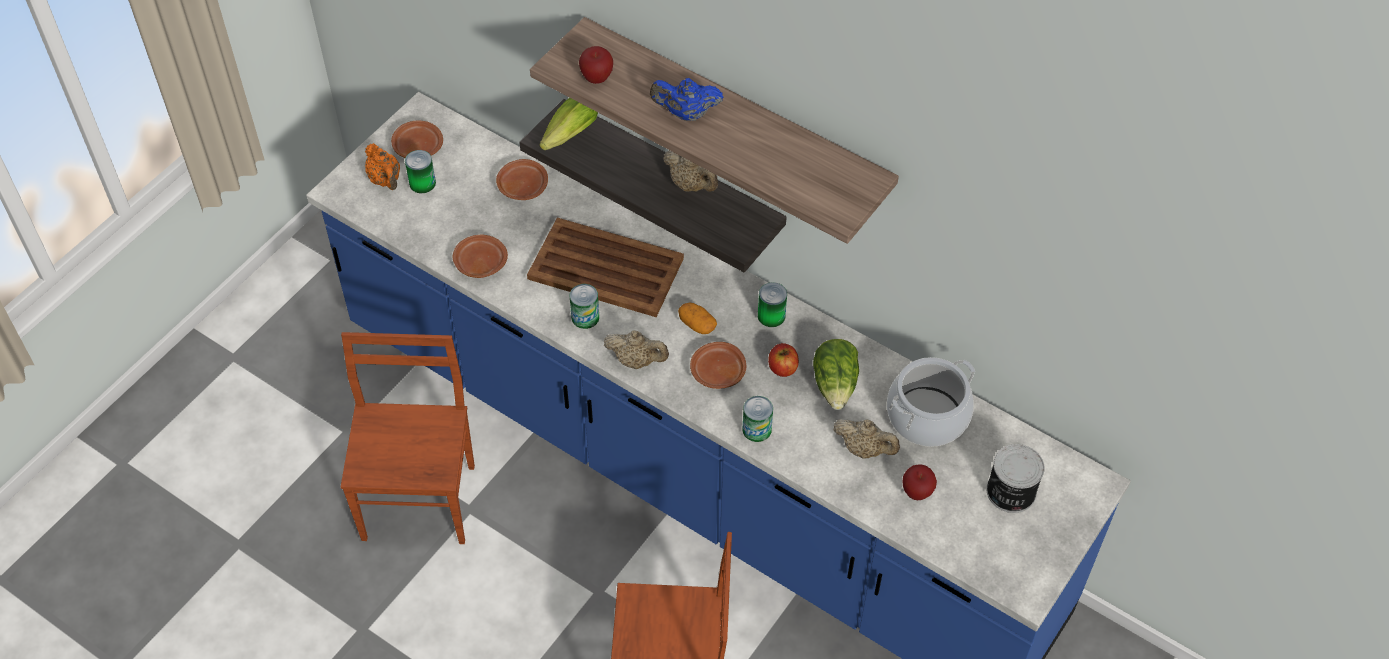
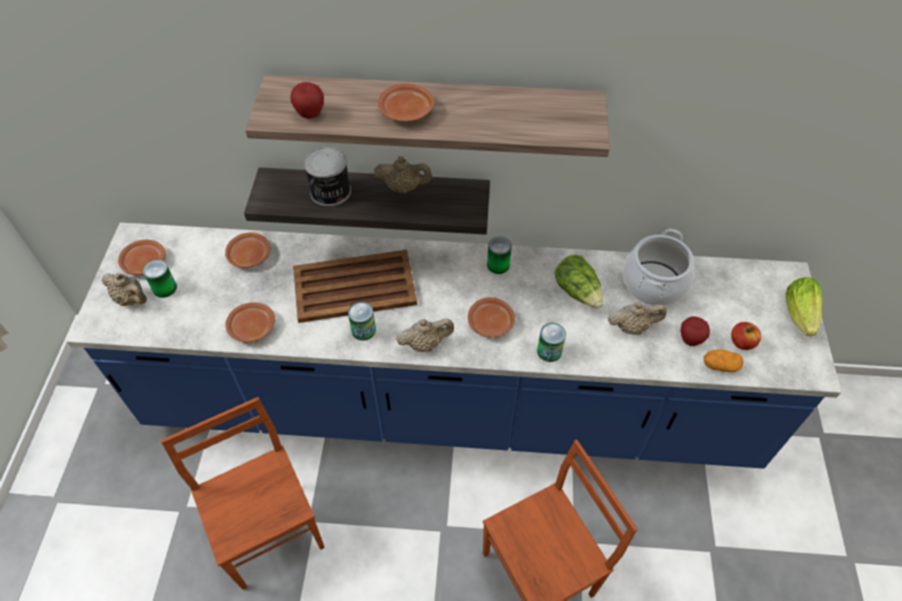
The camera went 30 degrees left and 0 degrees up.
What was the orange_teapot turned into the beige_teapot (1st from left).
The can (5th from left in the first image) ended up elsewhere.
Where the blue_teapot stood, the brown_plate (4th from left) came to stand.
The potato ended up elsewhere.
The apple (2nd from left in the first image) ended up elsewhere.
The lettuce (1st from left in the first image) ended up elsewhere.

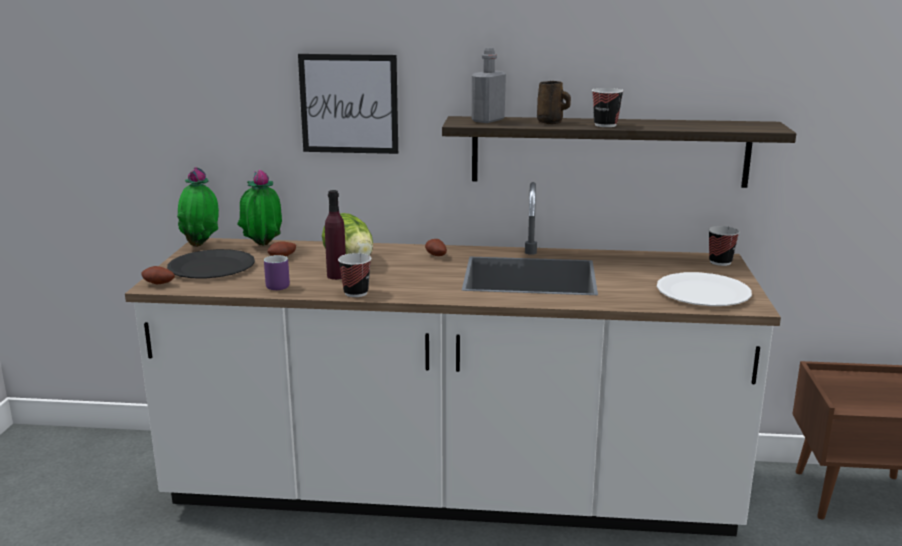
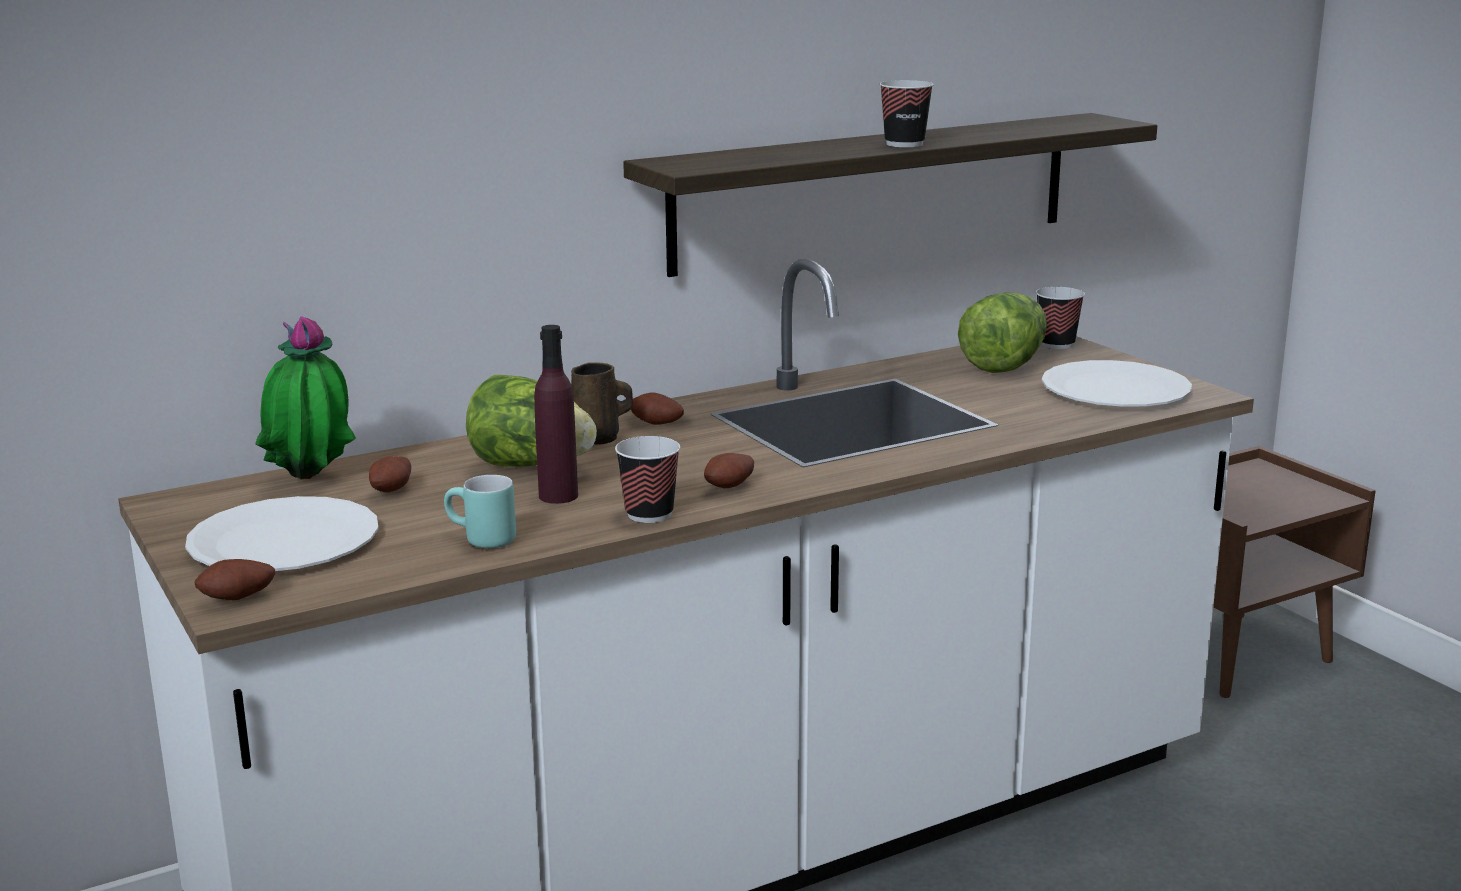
The camera went 35 degrees left and 0 degrees up.
What was the black_plate turned into the white_plate (1st from left).
What was the purple_mug turned into the turquoise_mug.
The brown_mug ended up elsewhere.
The second view gained the potato (4th from left).
The second view gained the lettuce (2nd from left).
The second view lost the potted_plant (1st from left).
The second view lost the picture.
The second view lost the grey_bottle.

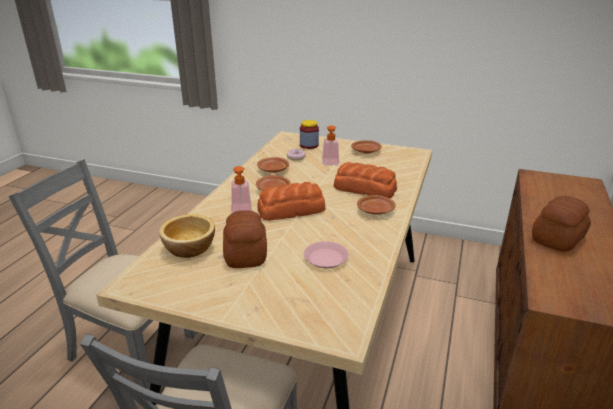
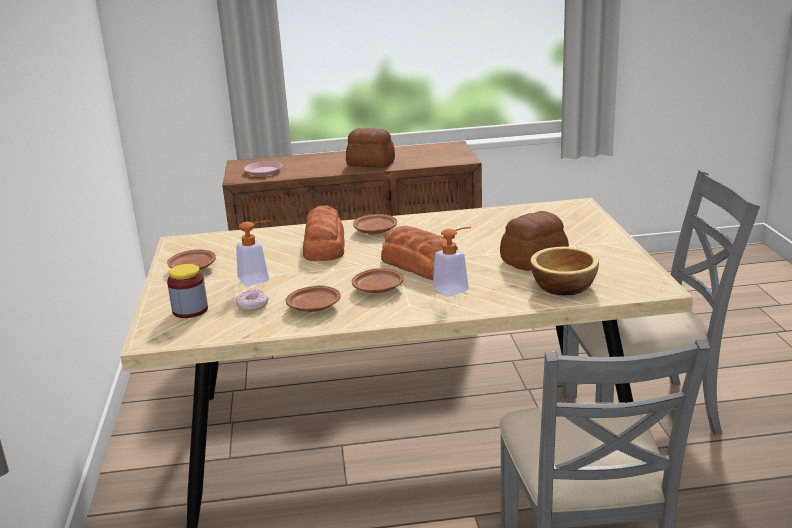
The camera went 115 degrees left and 5 degrees down.
The pink_plate ended up elsewhere.

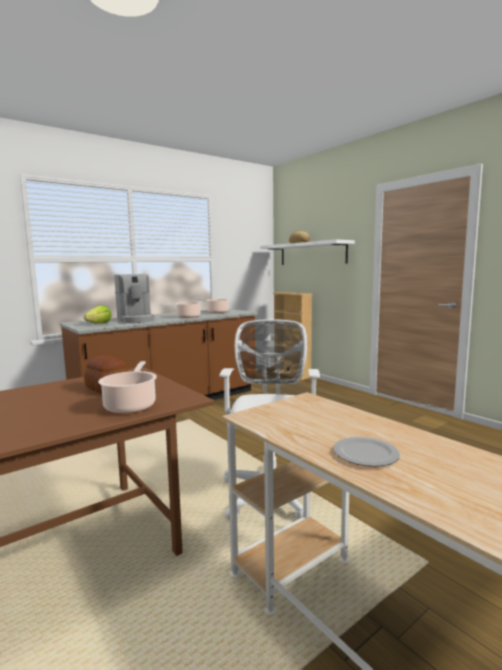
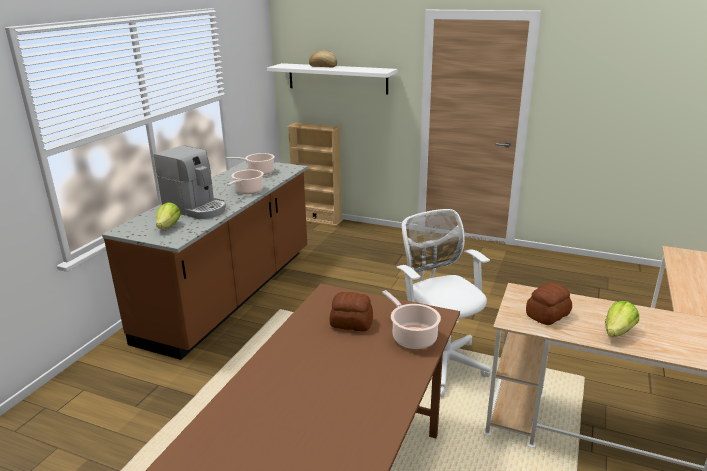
The camera went 30 degrees left and 15 degrees up.
The second view gained the bread (3rd from left).
Where the plate stood, the lettuce (2nd from left) came to stand.

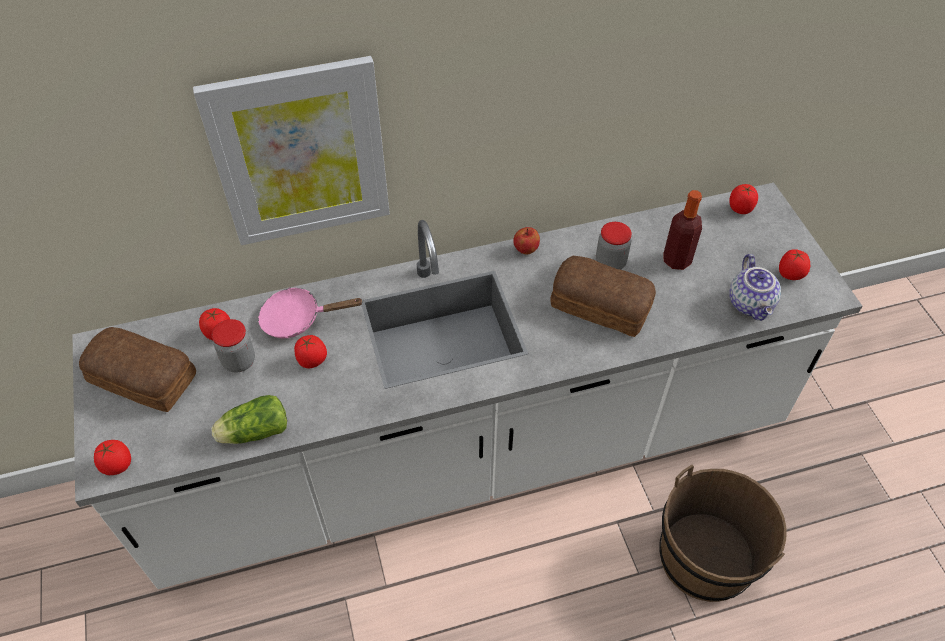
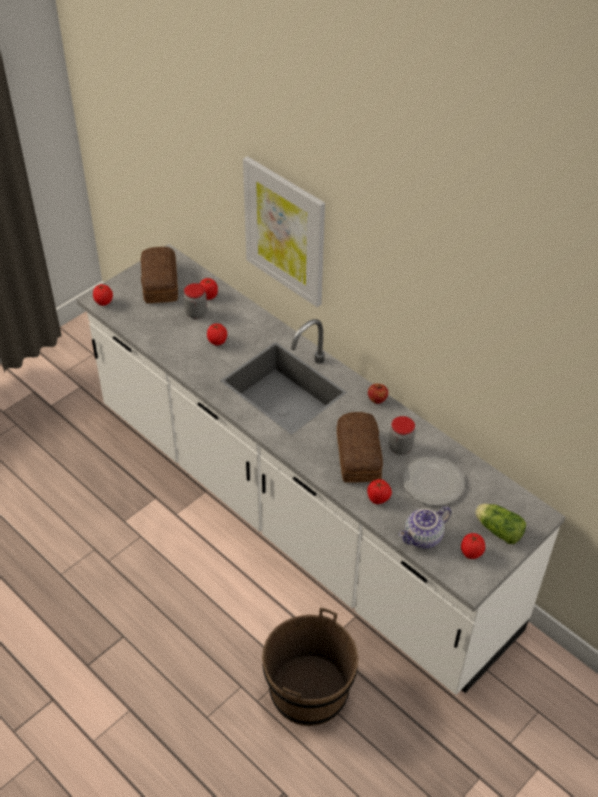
The camera went 60 degrees right and 5 degrees down.
The tomato (4th from left) ended up elsewhere.
Where the bottle stood, the plate came to stand.
The lettuce ended up elsewhere.
The second view lost the pink_frying_pan.

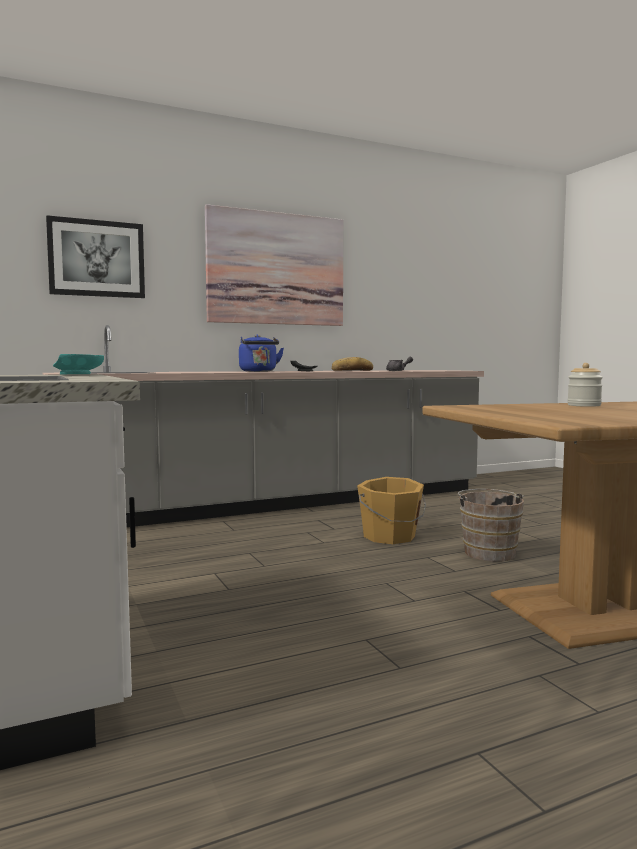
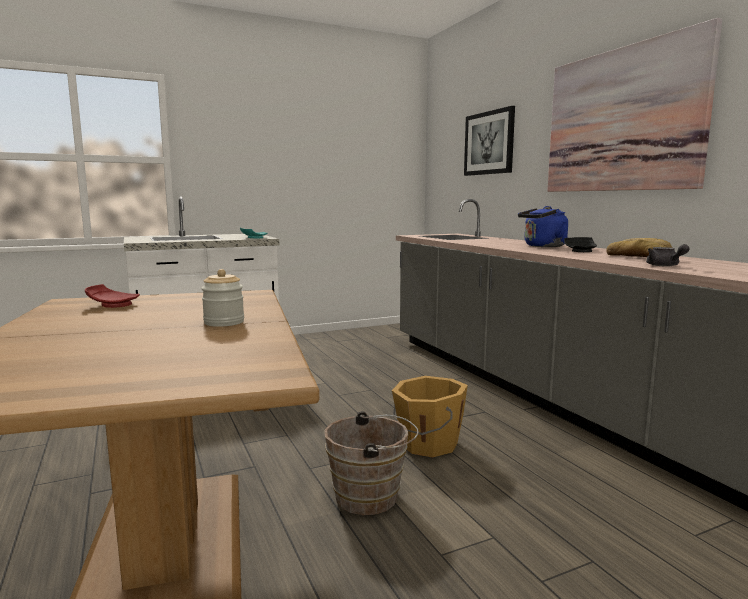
The camera went 90 degrees right and 5 degrees up.
The second view gained the red_plate.

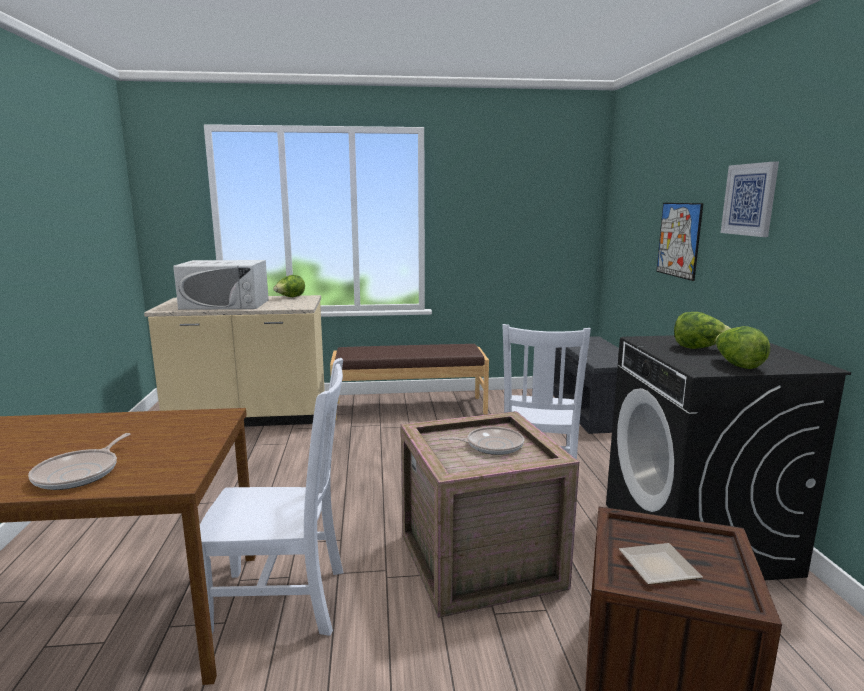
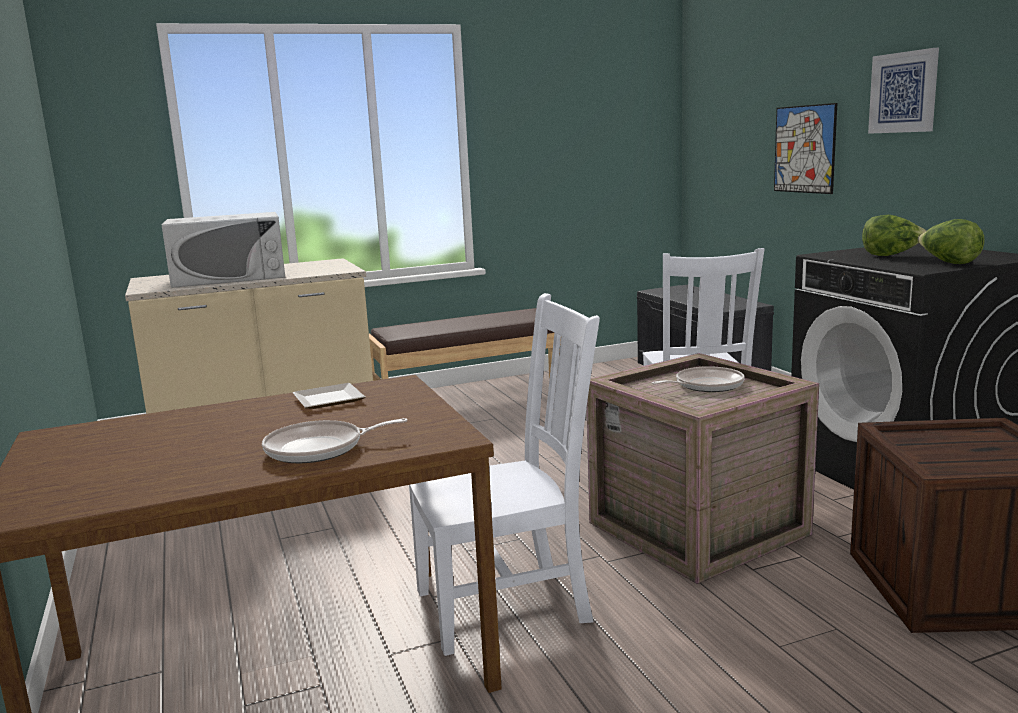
The camera went 15 degrees left and 0 degrees up.
The frying_pan (1st from left) ended up facing another way, 75 degrees clockwise from before.
The plate ended up elsewhere.
The second view lost the lettuce (1st from left).

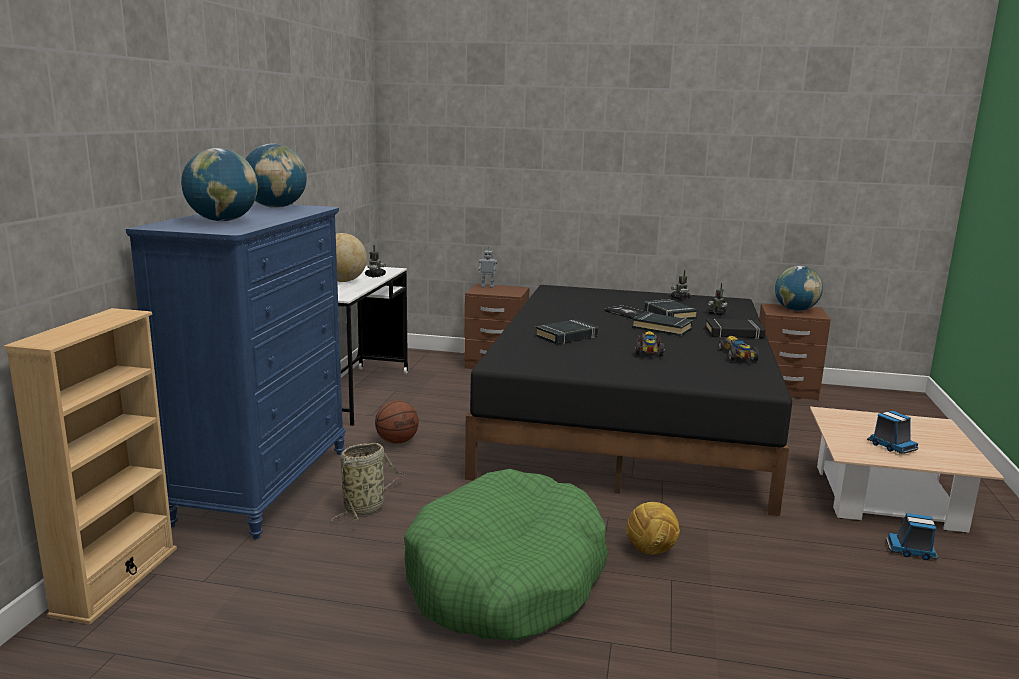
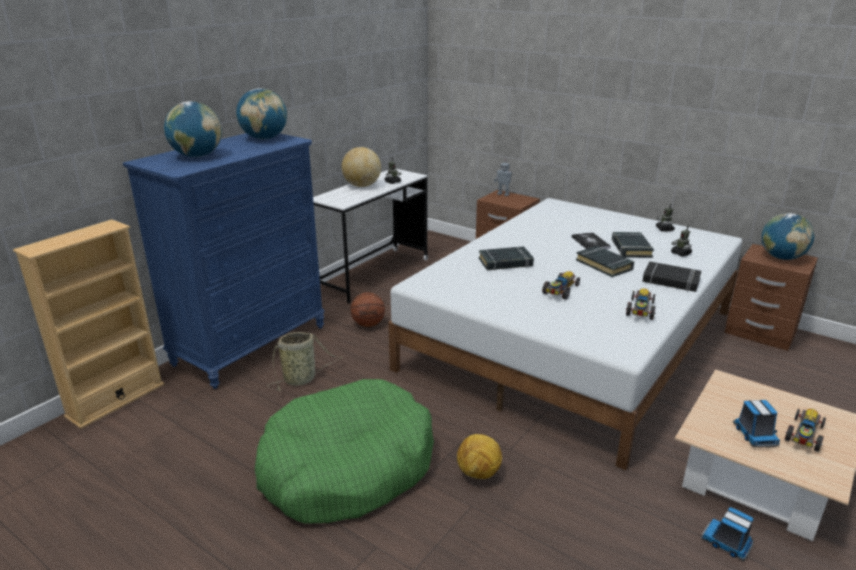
The camera went 25 degrees right and 10 degrees up.
What was the black_bed turned into the white_bed.
The second view gained the toy_car (3rd from left).

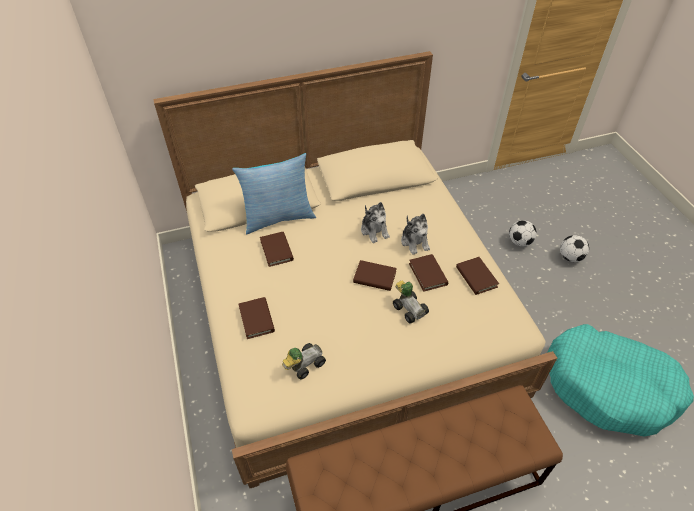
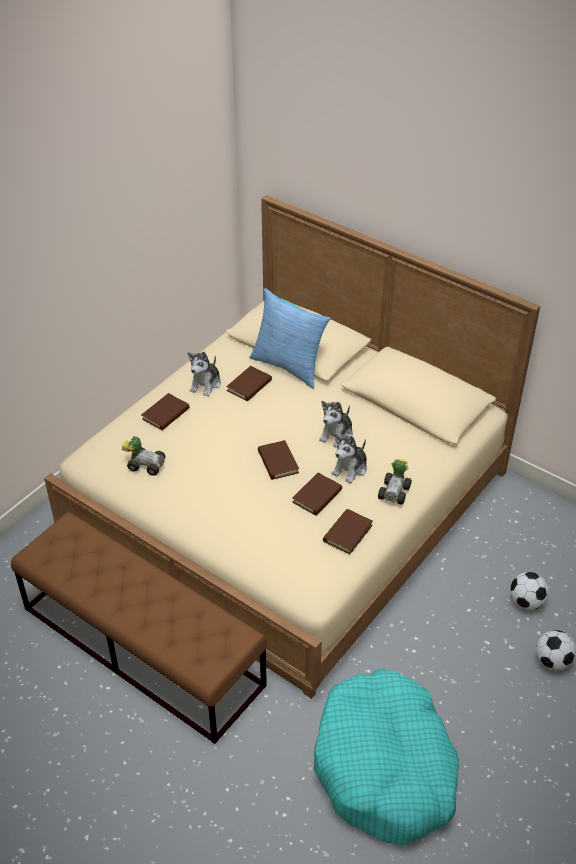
The camera went 55 degrees right and 5 degrees down.
The second view gained the plush_toy (1st from left).
The toy_car (2nd from left) ended up elsewhere.

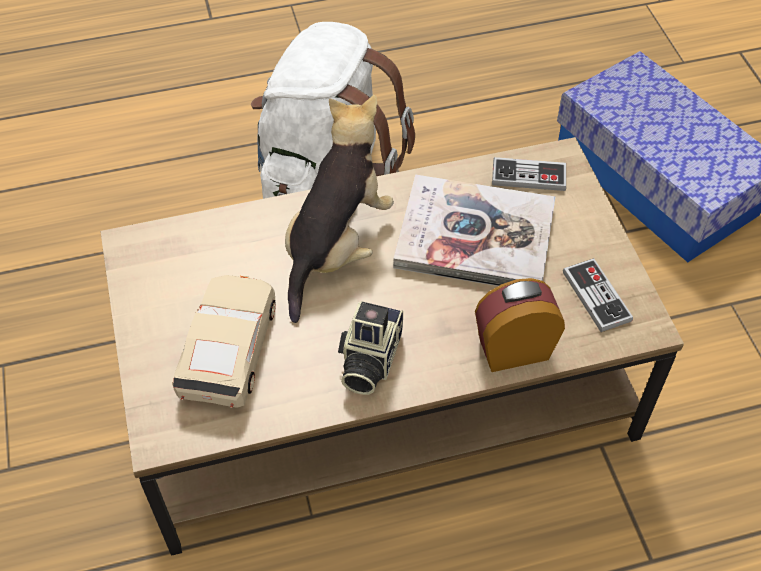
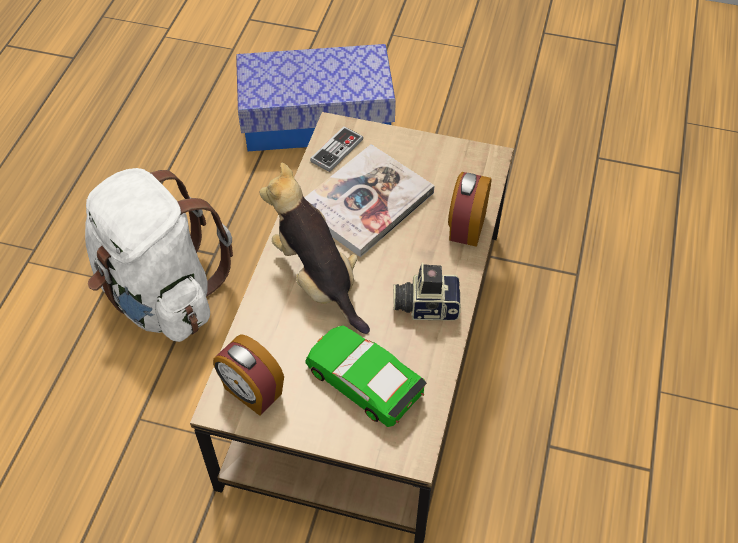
The camera went 60 degrees left and 0 degrees up.
The second view gained the alarm_clock (1st from left).
What was the beige_toy_car turned into the green_toy_car.
The photo_camera ended up facing another way, 135 degrees clockwise from before.
The second view lost the game_controller (2nd from left).

